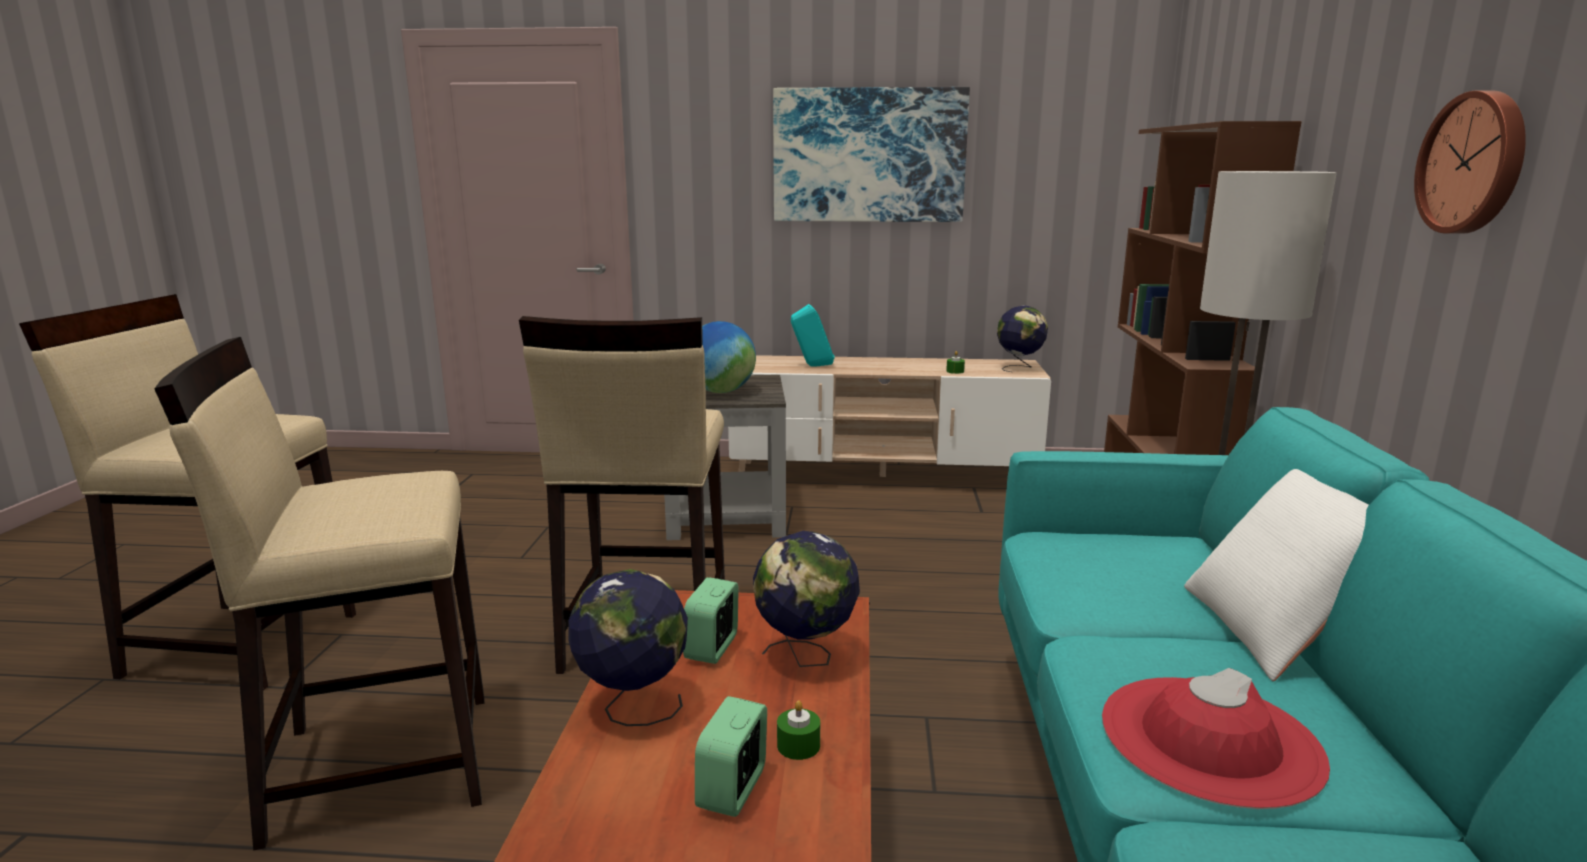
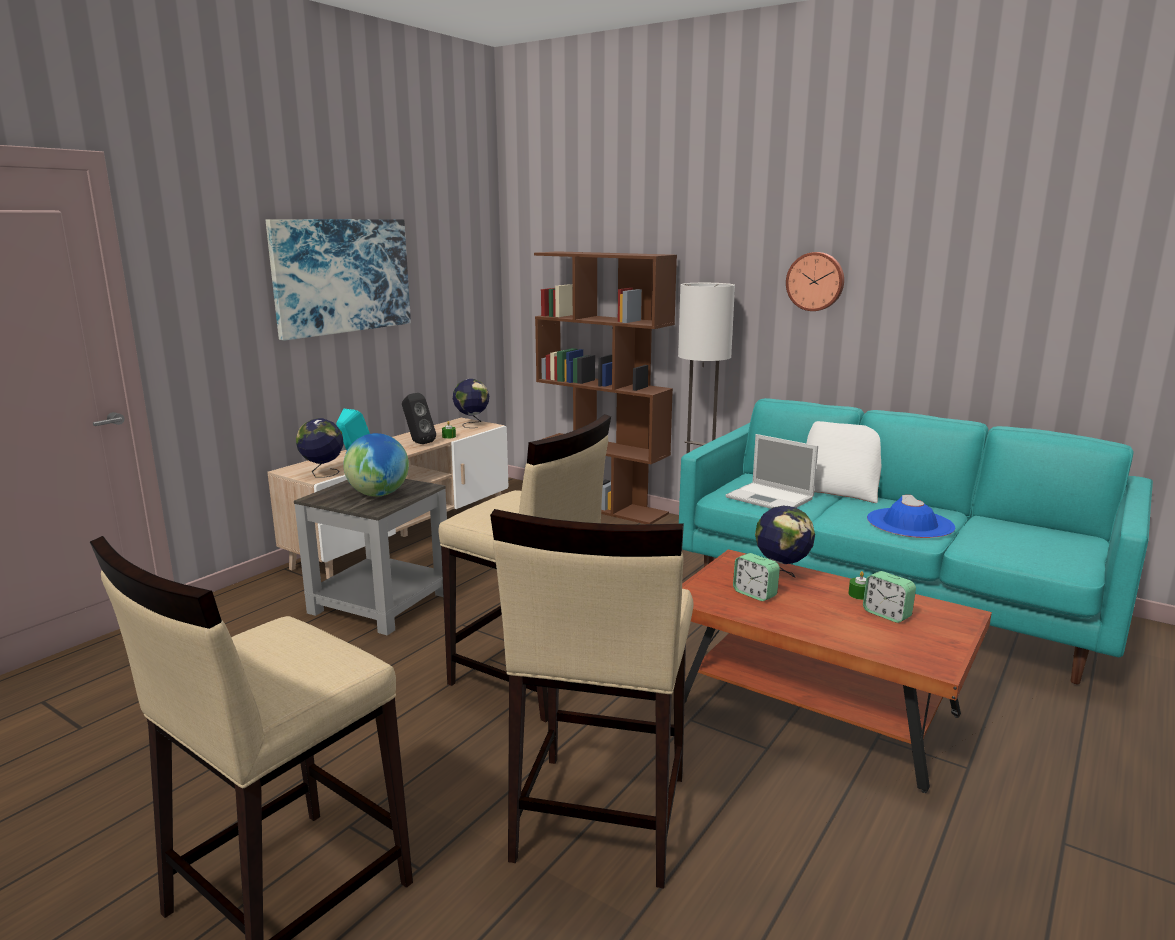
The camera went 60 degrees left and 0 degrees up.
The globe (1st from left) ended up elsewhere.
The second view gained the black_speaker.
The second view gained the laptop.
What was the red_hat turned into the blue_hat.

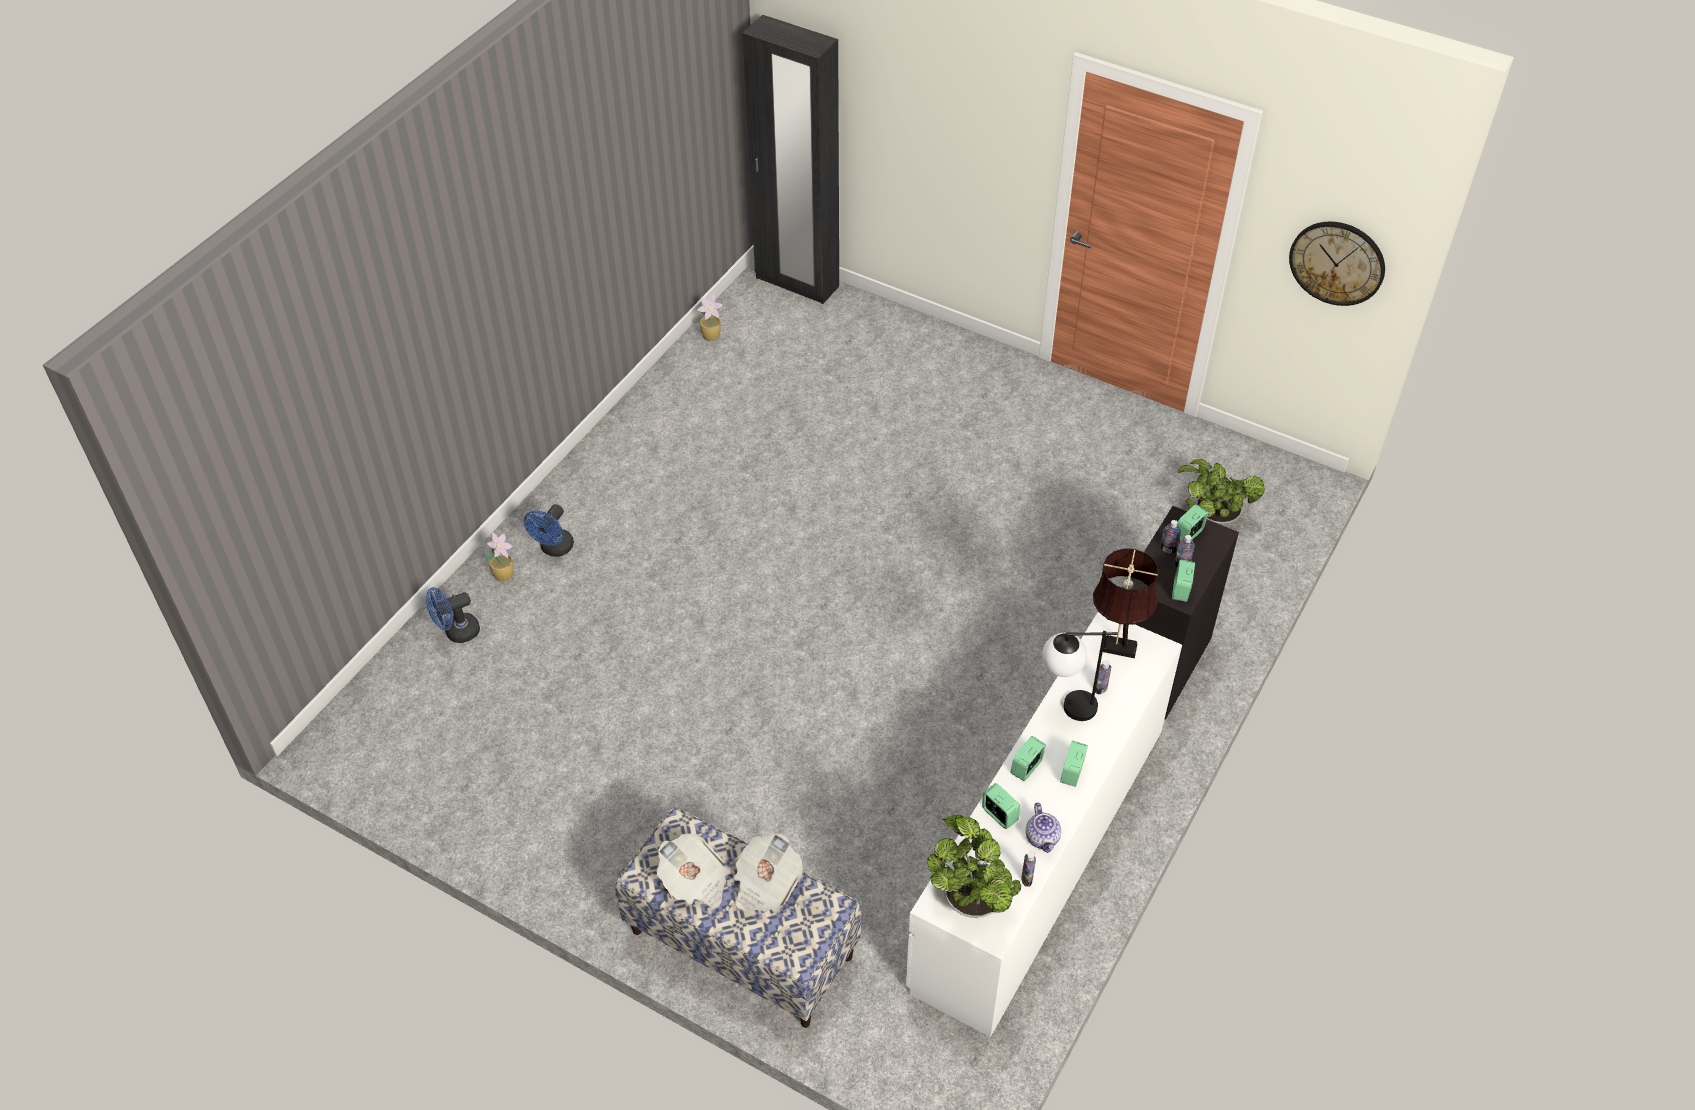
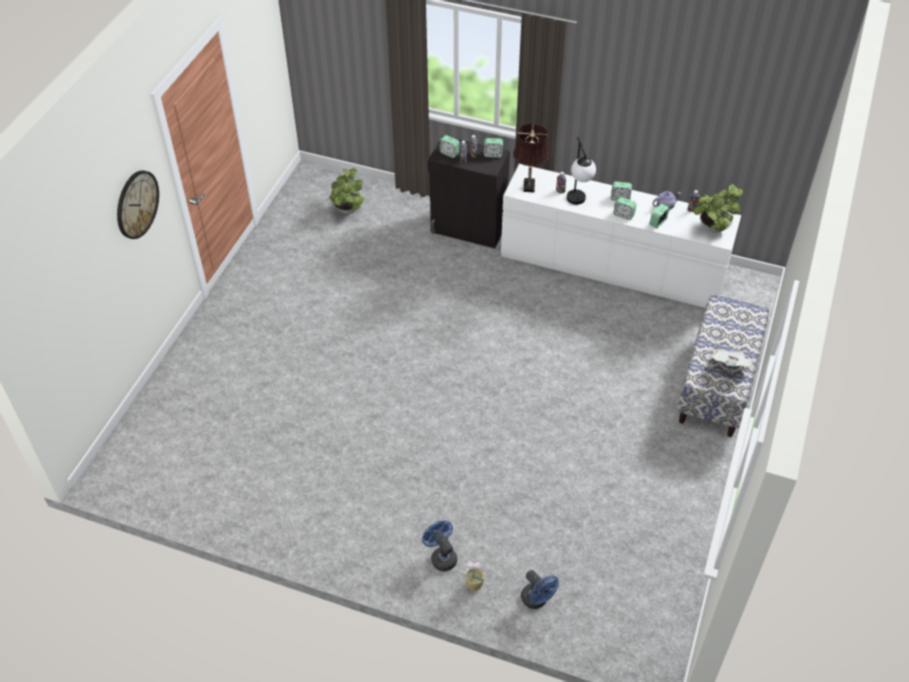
The camera went 100 degrees left and 0 degrees up.
The wall_clock ended up elsewhere.
The blue_fan (2nd from left in the first image) ended up facing another way, 135 degrees counterclockwise from before.
The second view lost the potted_plant (2nd from left).
The second view lost the newspaper (2nd from left).
The second view lost the black_wardrobe.

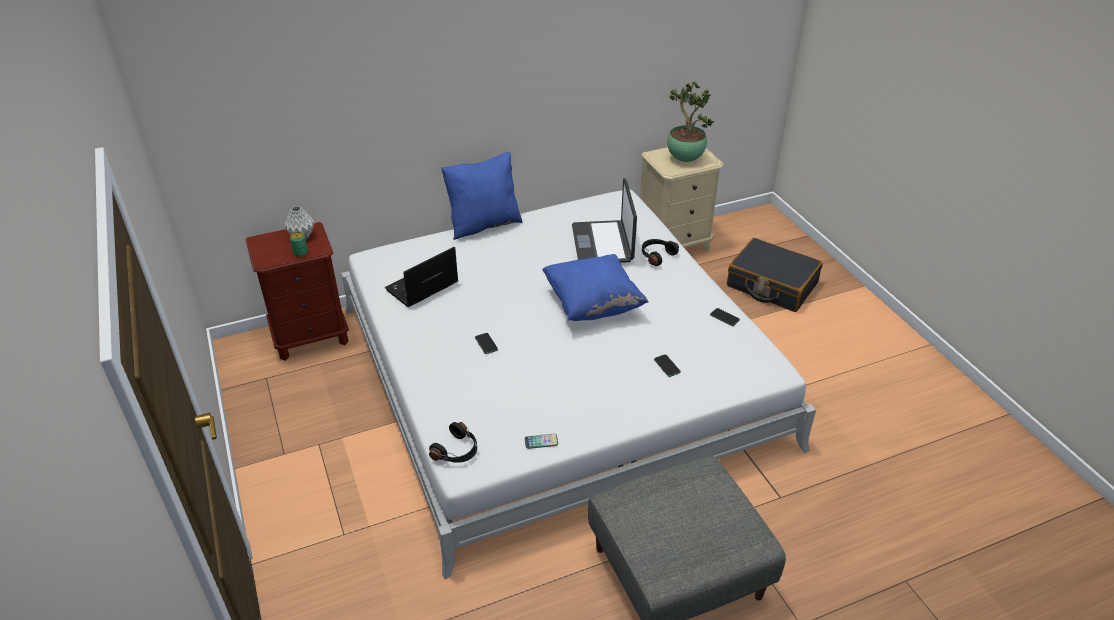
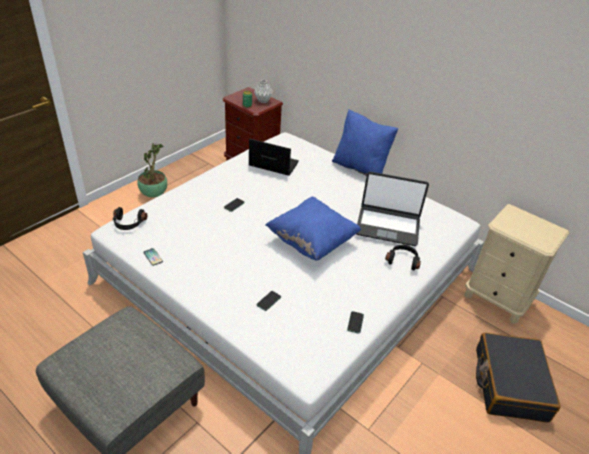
The camera went 60 degrees right and 0 degrees up.
The potted_plant ended up elsewhere.
The laptop (2nd from left) ended up facing another way, 135 degrees counterclockwise from before.

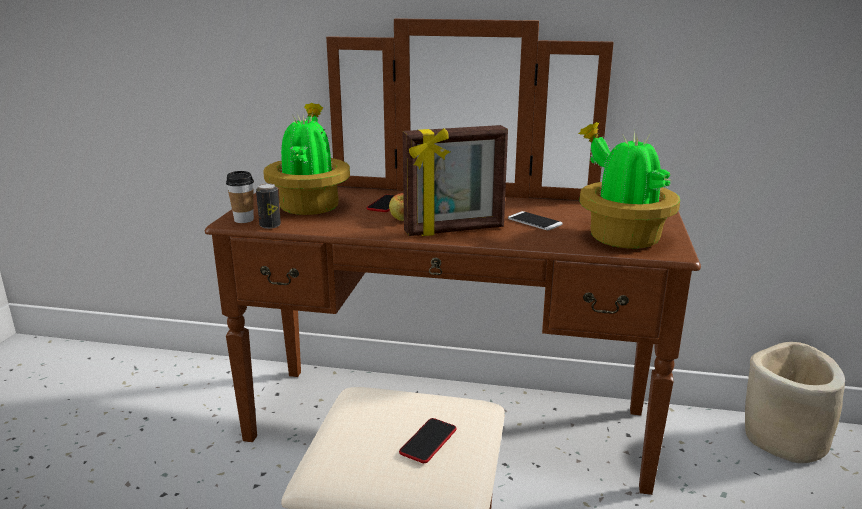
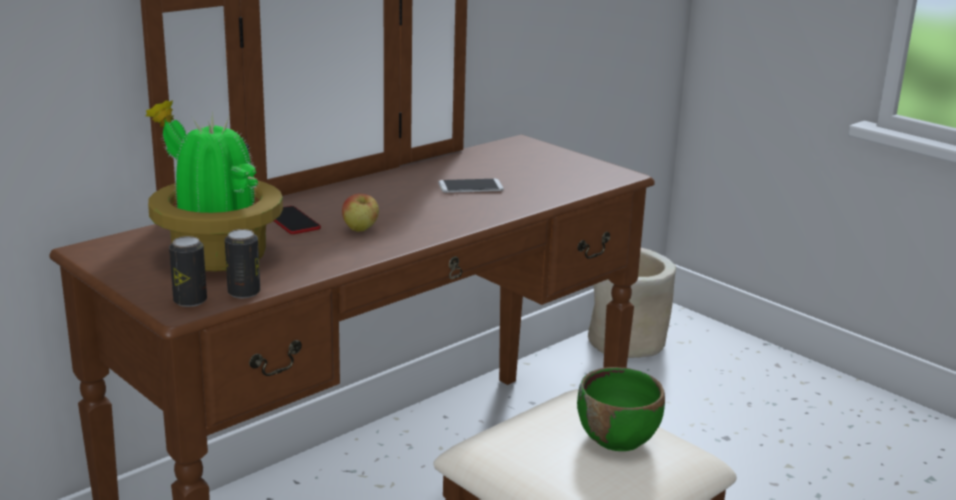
The camera went 55 degrees left and 0 degrees up.
Where the cup stood, the can (1st from left) came to stand.
Where the phone (2nd from left) stood, the green_bowl came to stand.
The second view lost the picture_frame.
The second view lost the potted_plant (2nd from left).

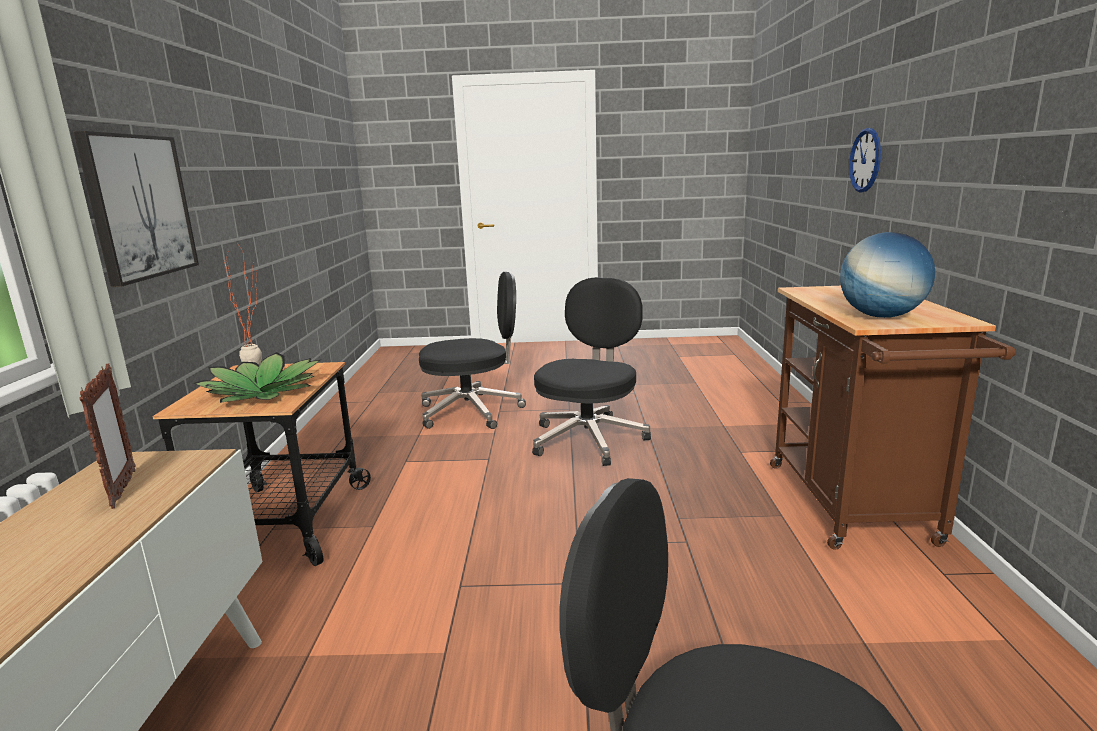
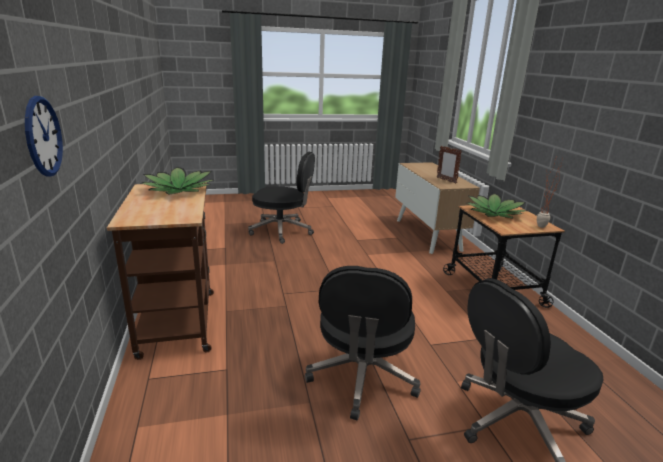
The camera went 165 degrees right and 5 degrees up.
Where the globe stood, the potted_plant (1st from left) came to stand.
The second view lost the picture.

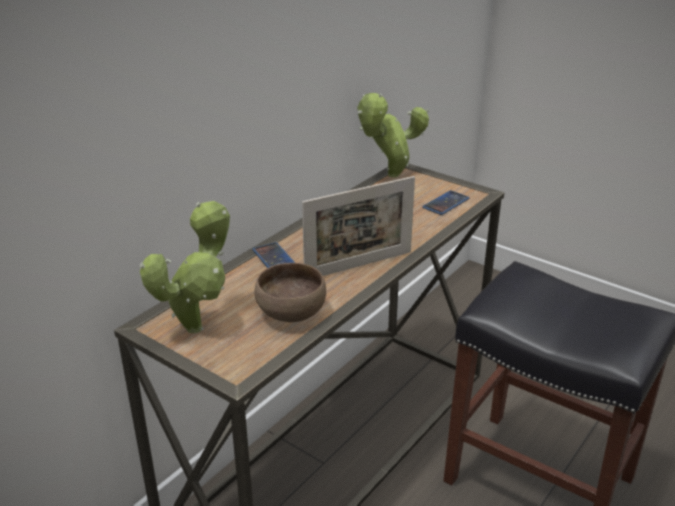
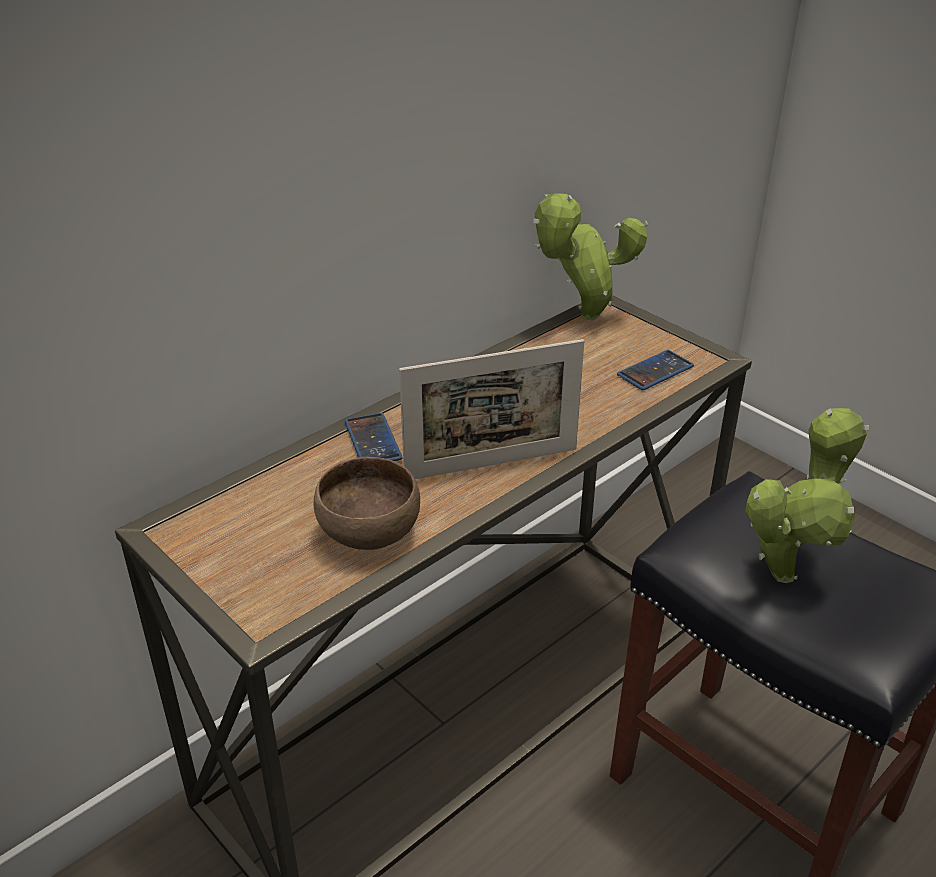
The camera went 10 degrees right and 5 degrees up.
The potted_plant (1st from left in the first image) ended up elsewhere.

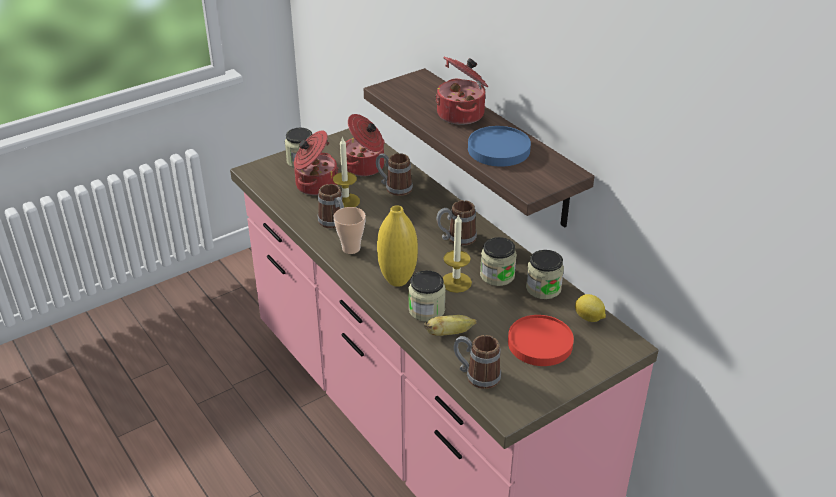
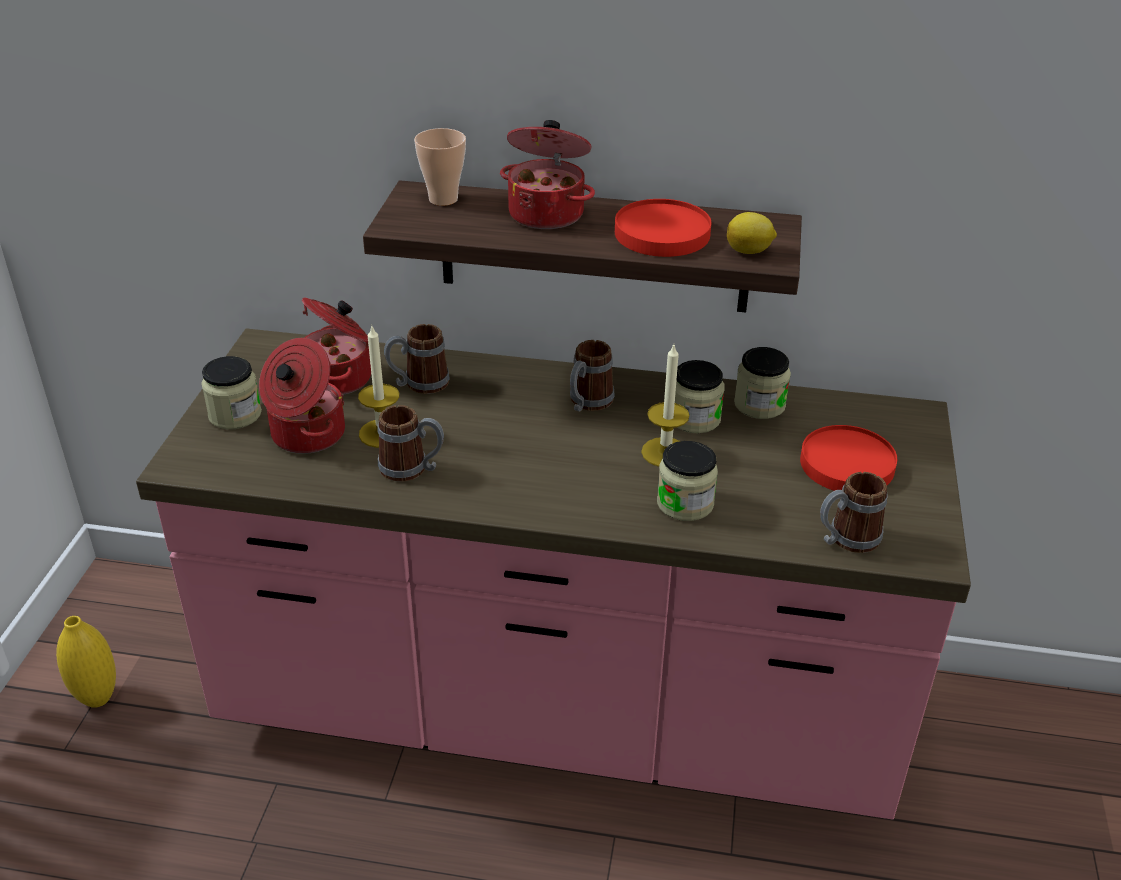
The camera went 45 degrees left and 0 degrees up.
The yellow_vase ended up elsewhere.
The cup ended up elsewhere.
What was the blue_plate turned into the red_plate (1st from left).
The lemon ended up elsewhere.
The second view lost the banana.

